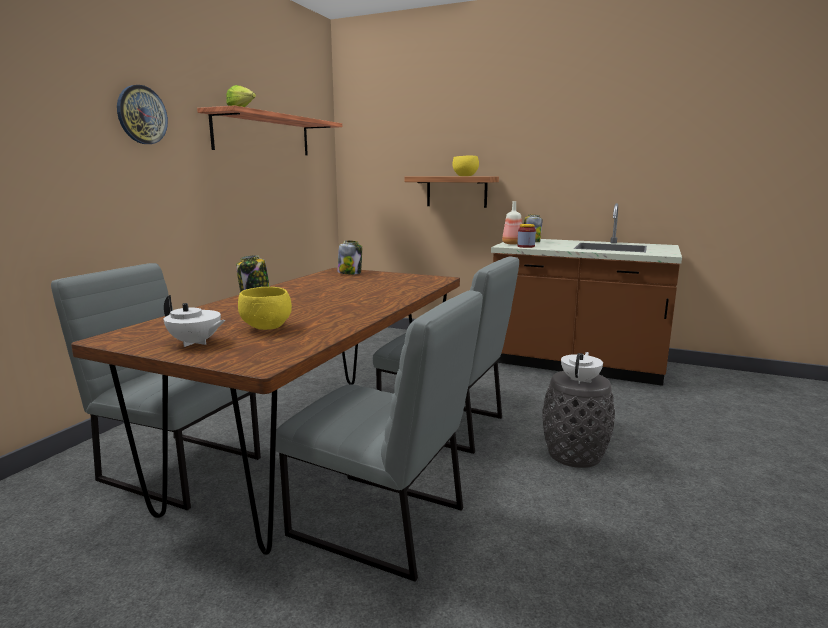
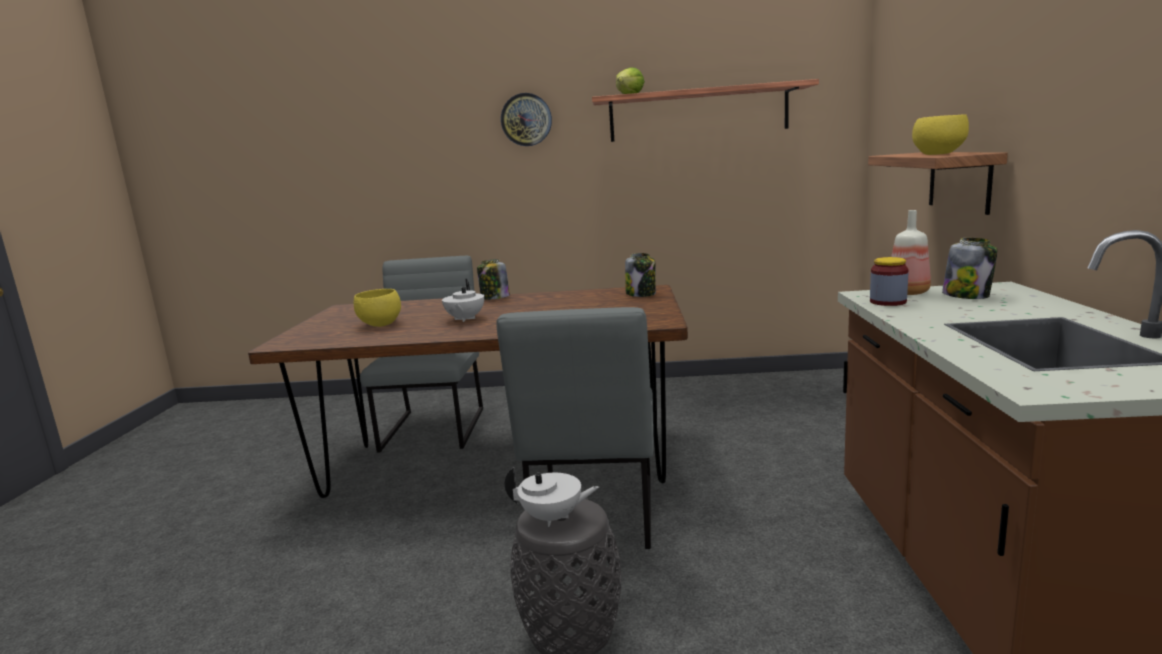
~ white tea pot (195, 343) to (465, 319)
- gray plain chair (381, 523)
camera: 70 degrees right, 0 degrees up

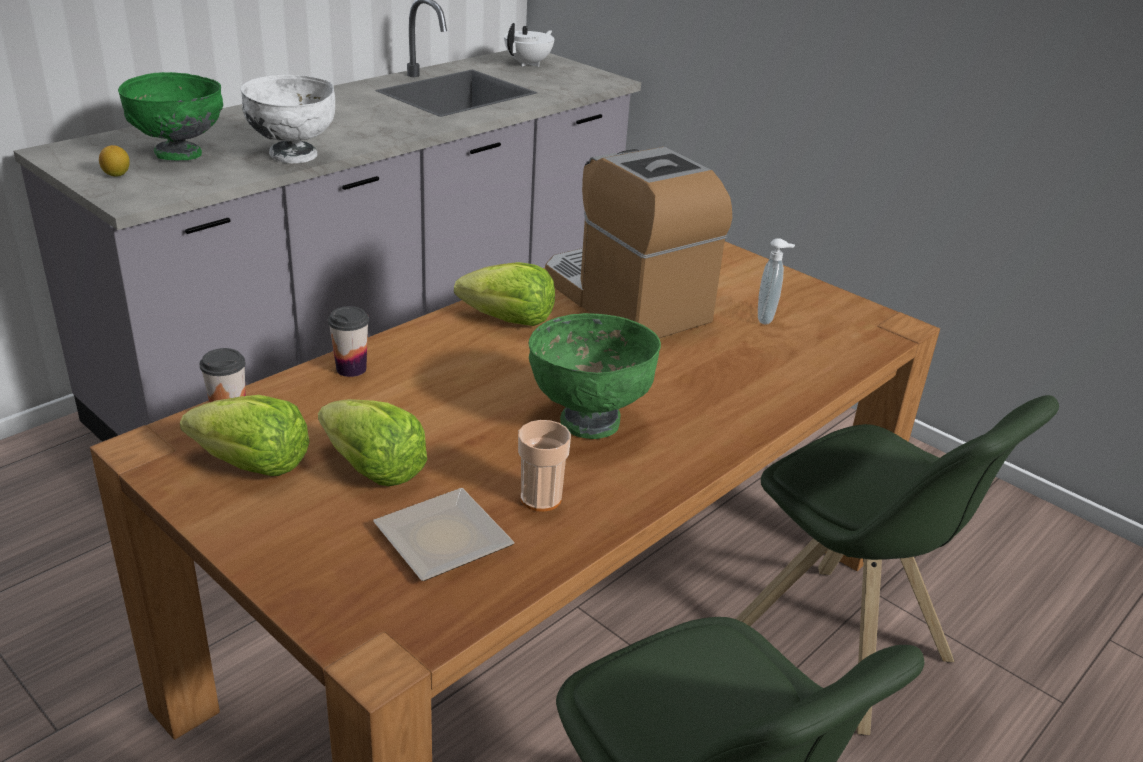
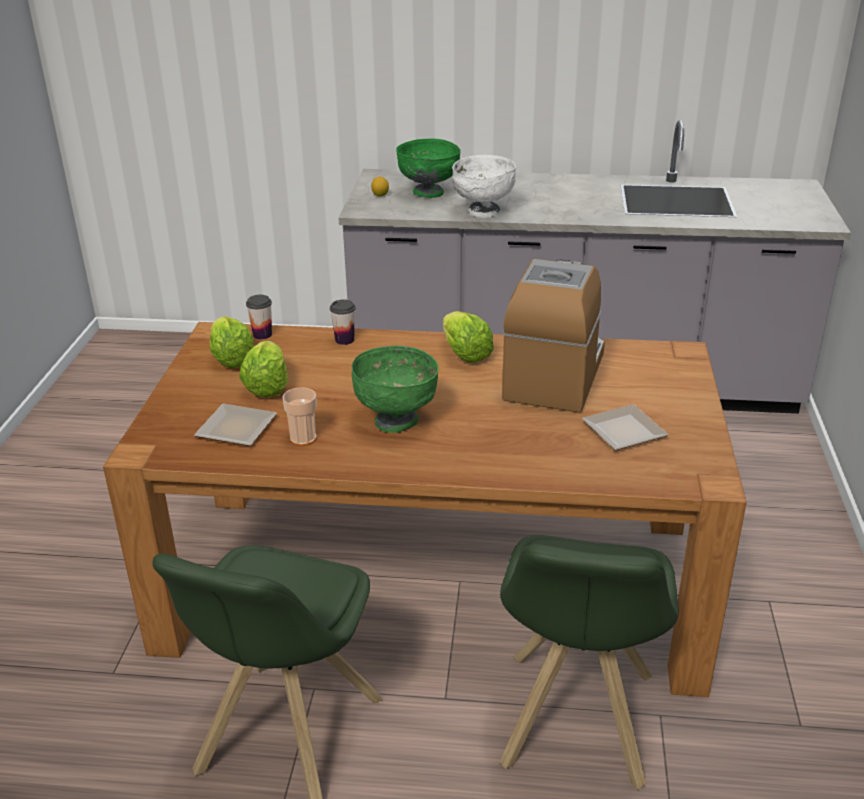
~ soap bottle (767, 318) to dinner plate (624, 429)
- white tea pot (529, 64)
camera: 55 degrees right, 0 degrees up

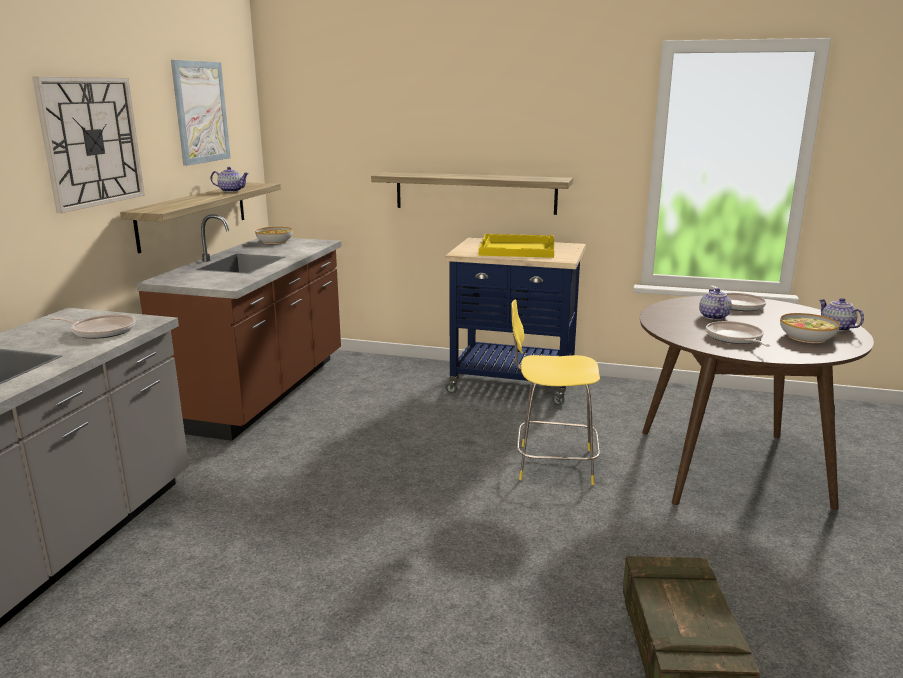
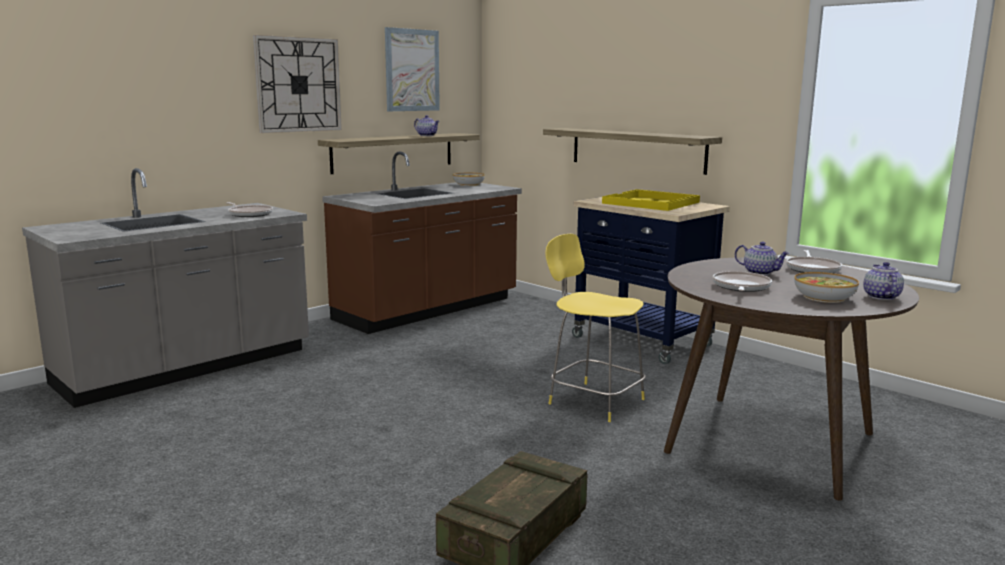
~ tea pot (713, 317) = (760, 272) 90 degrees clockwise
camera: 30 degrees right, 5 degrees down

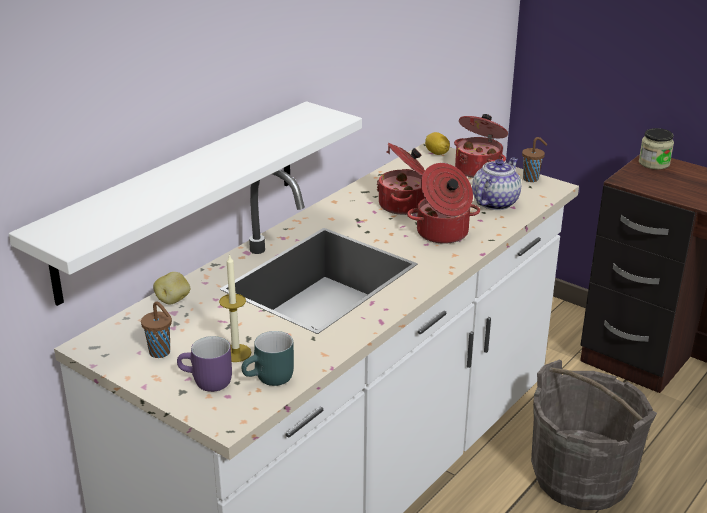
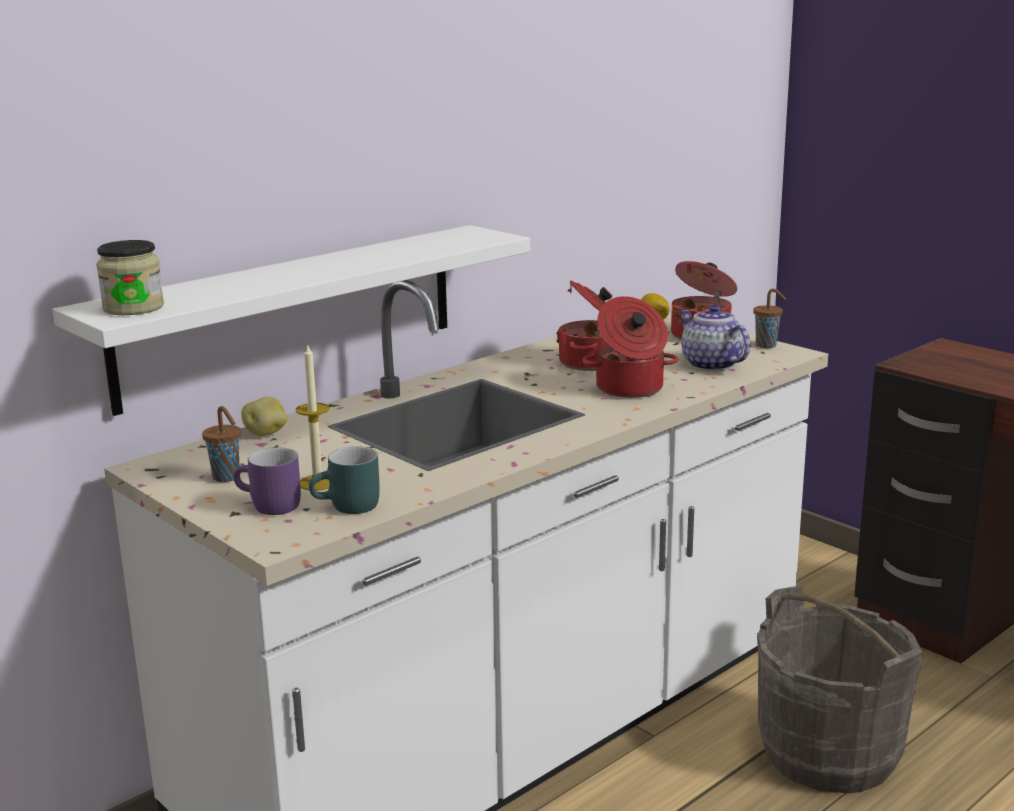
~ storage jar (654, 163) to (133, 308)
~ tea pot (495, 202) = (710, 364) 75 degrees counterclockwise
camera: 10 degrees right, 10 degrees down

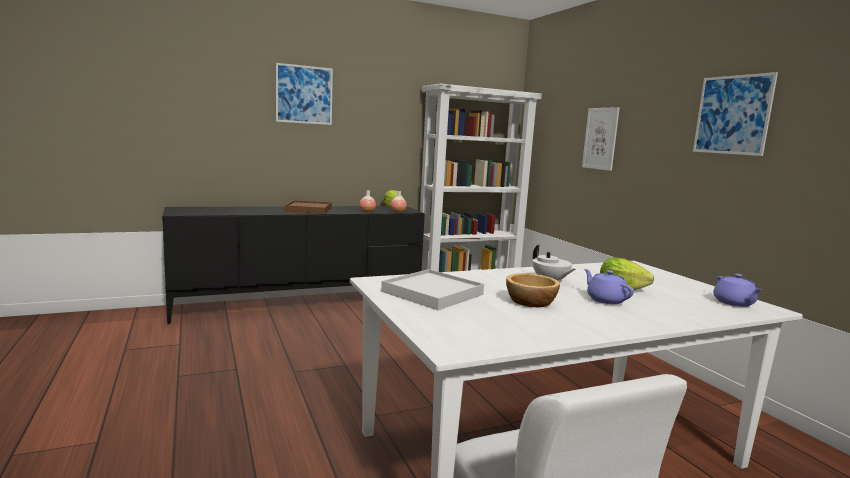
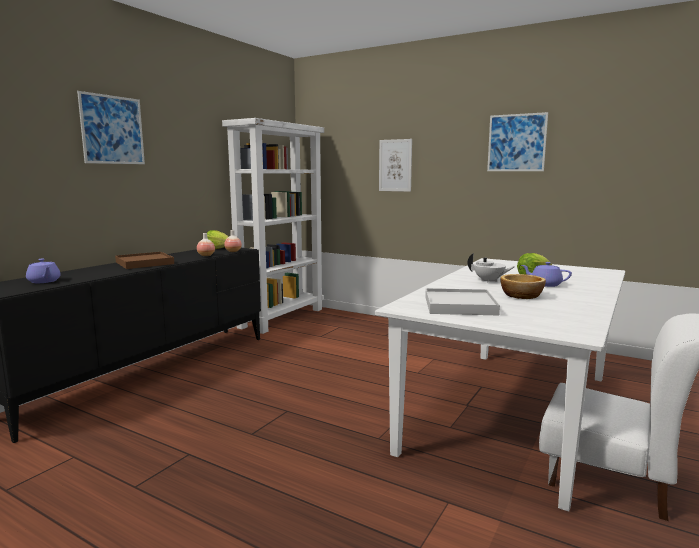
~ purple tea pot (734, 303) to (44, 281)
camera: 35 degrees left, 0 degrees up

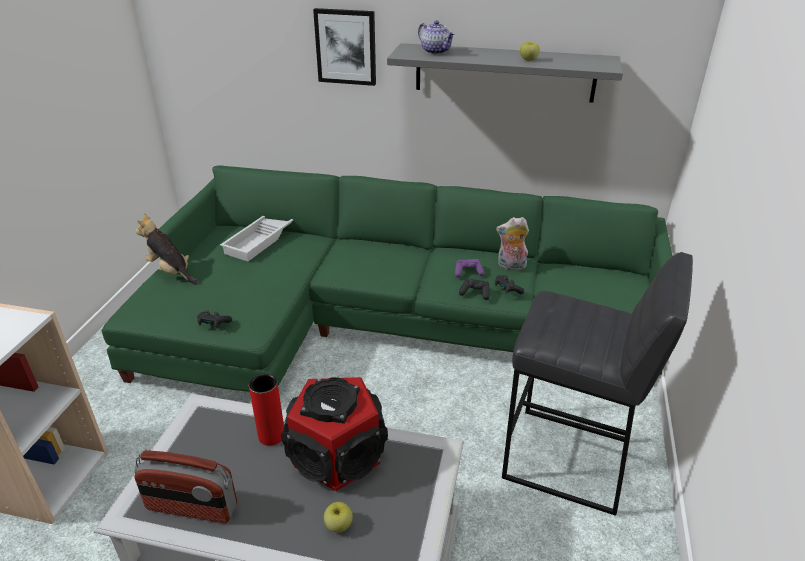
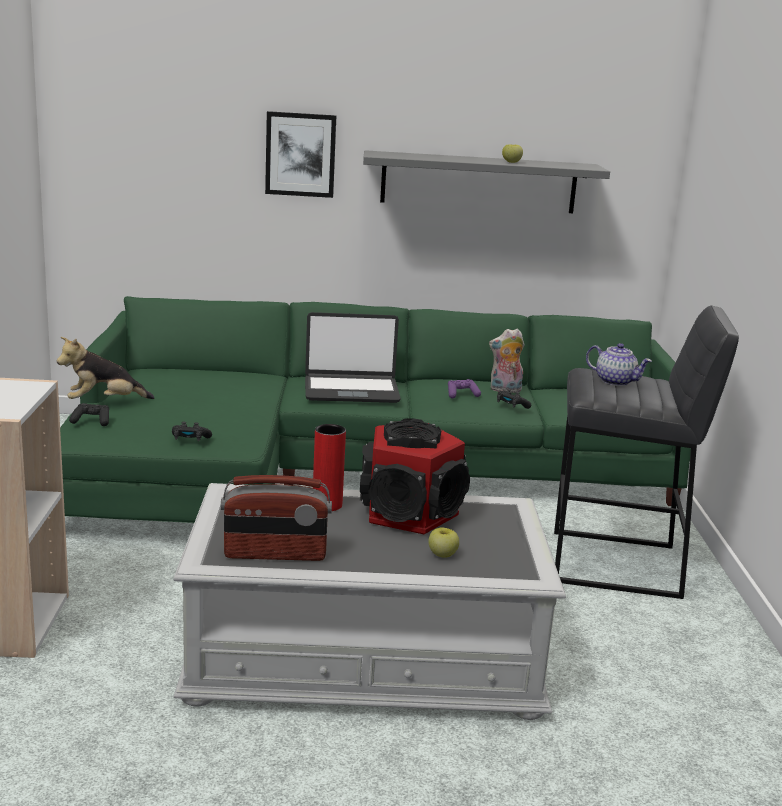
~ soft toy (171, 271) = (104, 402) 45 degrees counterclockwise
~ blackish gamepad (475, 293) to (92, 421)
+ notebook computer (351, 390)
~ tea pot (436, 51) to (615, 381)
- white serving tray (261, 240)
camera: 15 degrees left, 15 degrees down

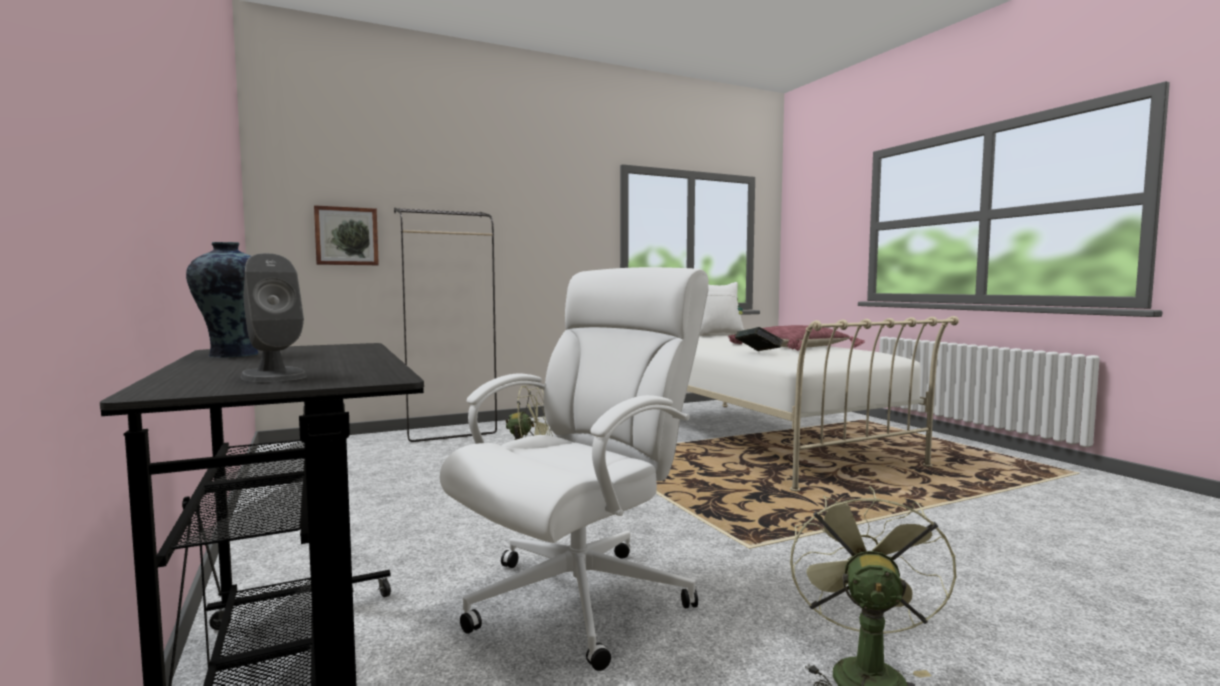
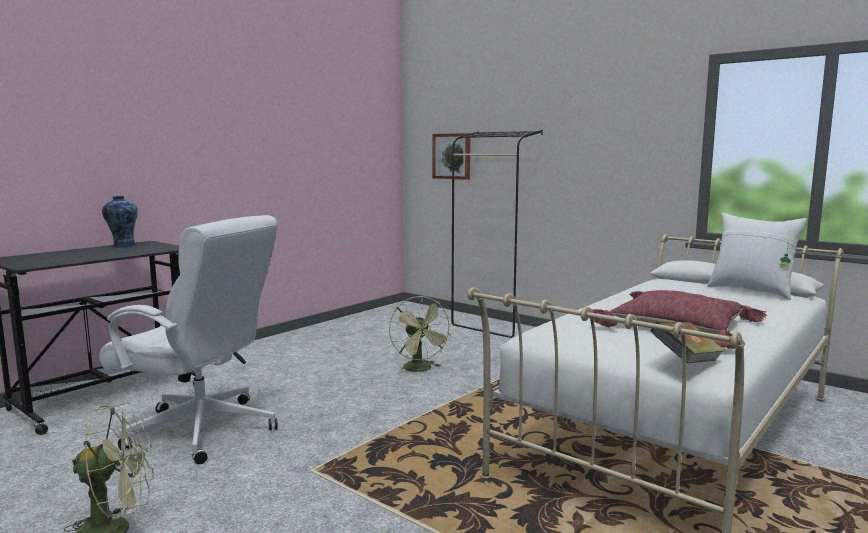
~ bound book (758, 353) to (686, 363)
- gray loudspeaker (273, 376)
camera: 65 degrees right, 5 degrees up

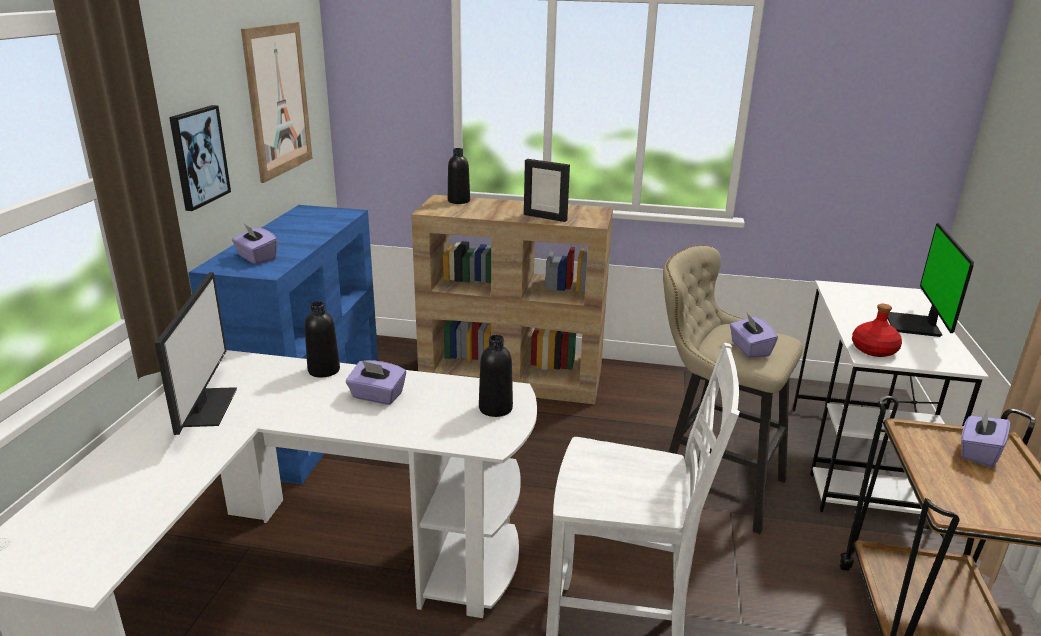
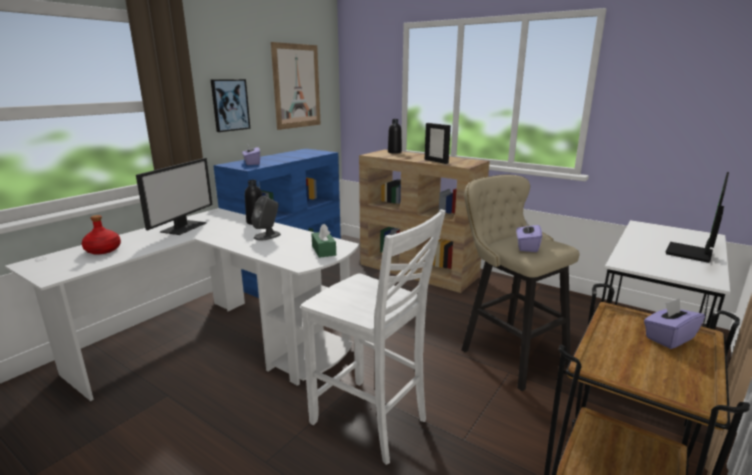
~ red bottle (874, 350) to (103, 250)
~ purple tissue box (377, 396) to gray loudspeaker (267, 236)
~ blackish bottle (495, 408) to greenish tissue box (323, 250)
camera: 25 degrees right, 5 degrees down

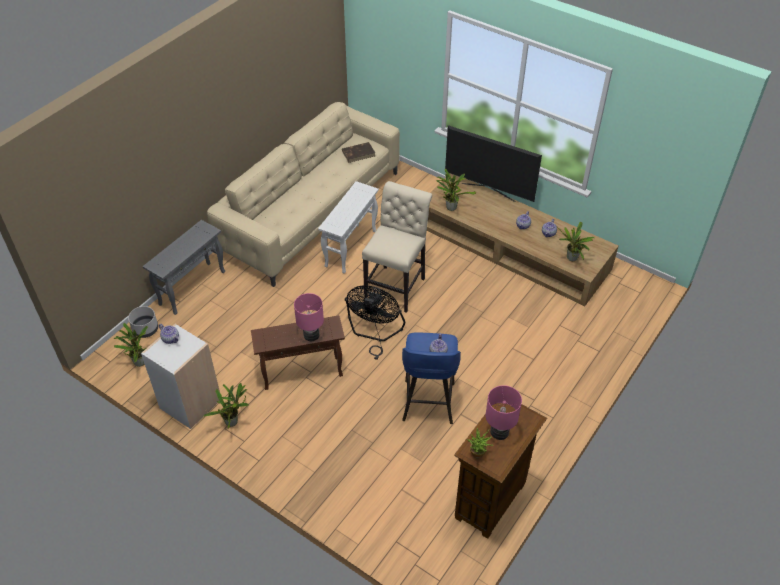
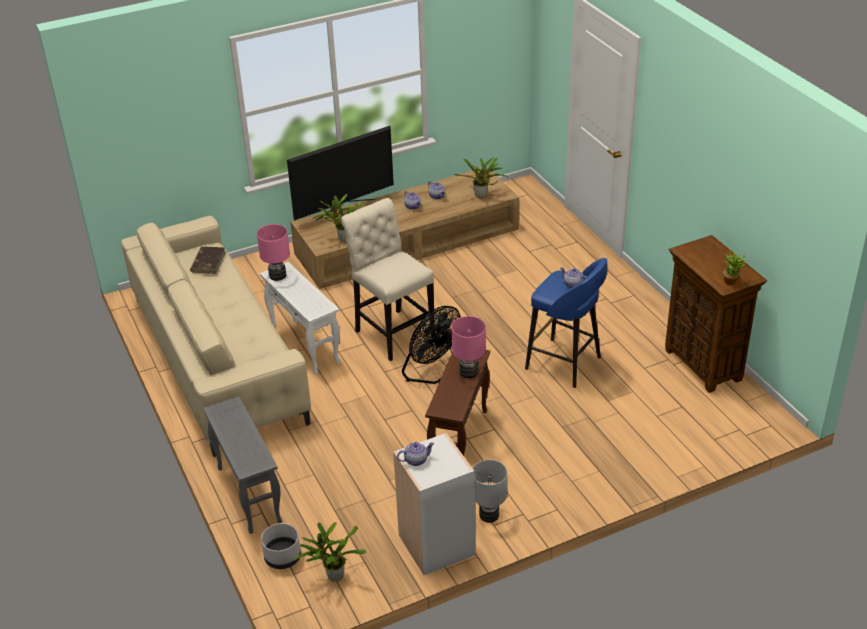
~ pink table lamp (499, 432) to (277, 275)
~ plant in a pot (233, 421) to gray table lamp (489, 515)
camera: 60 degrees left, 10 degrees down

